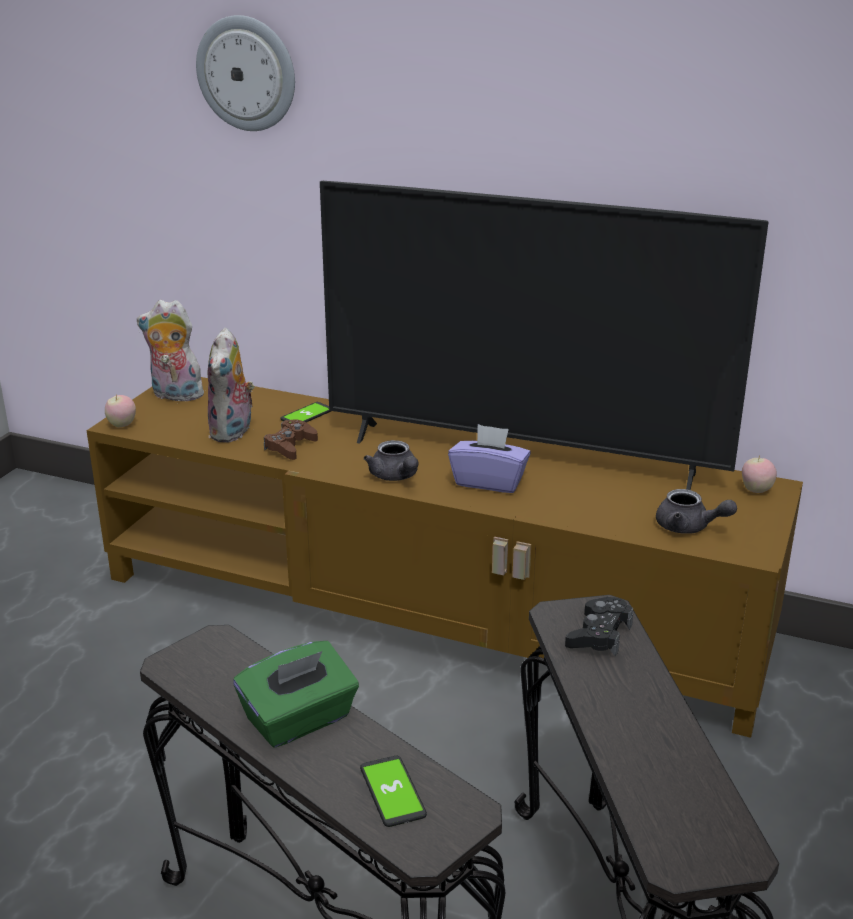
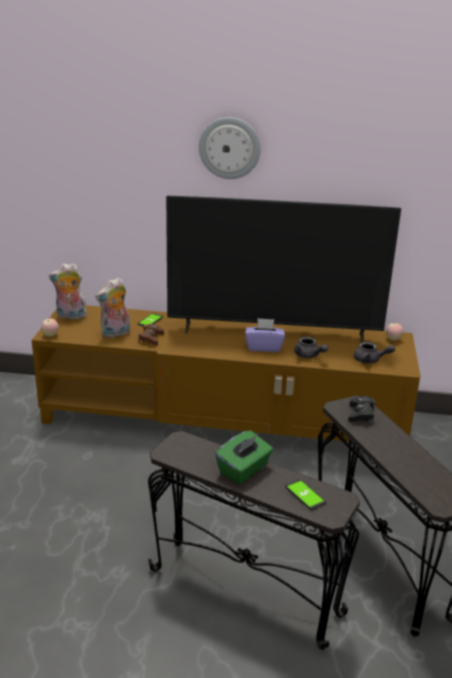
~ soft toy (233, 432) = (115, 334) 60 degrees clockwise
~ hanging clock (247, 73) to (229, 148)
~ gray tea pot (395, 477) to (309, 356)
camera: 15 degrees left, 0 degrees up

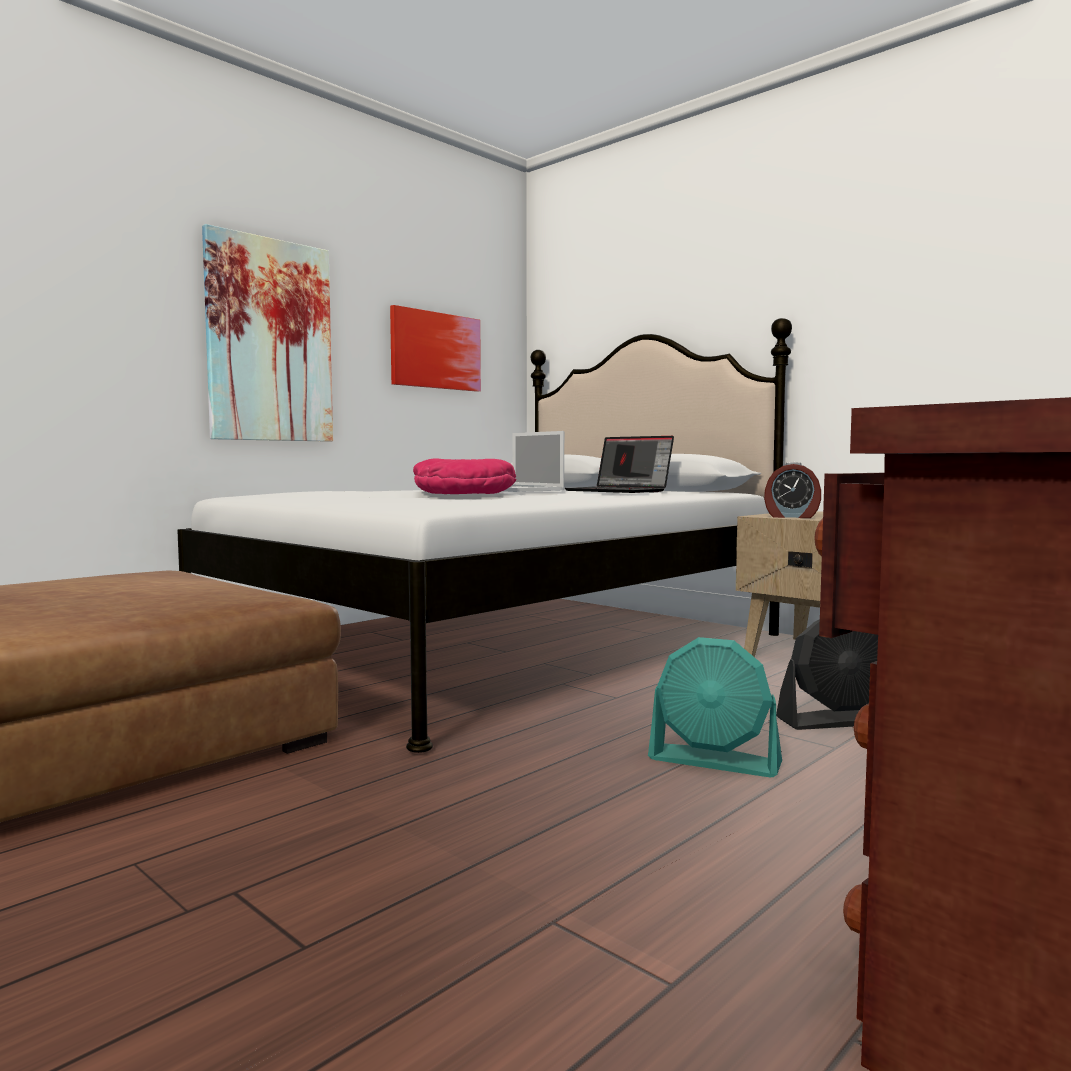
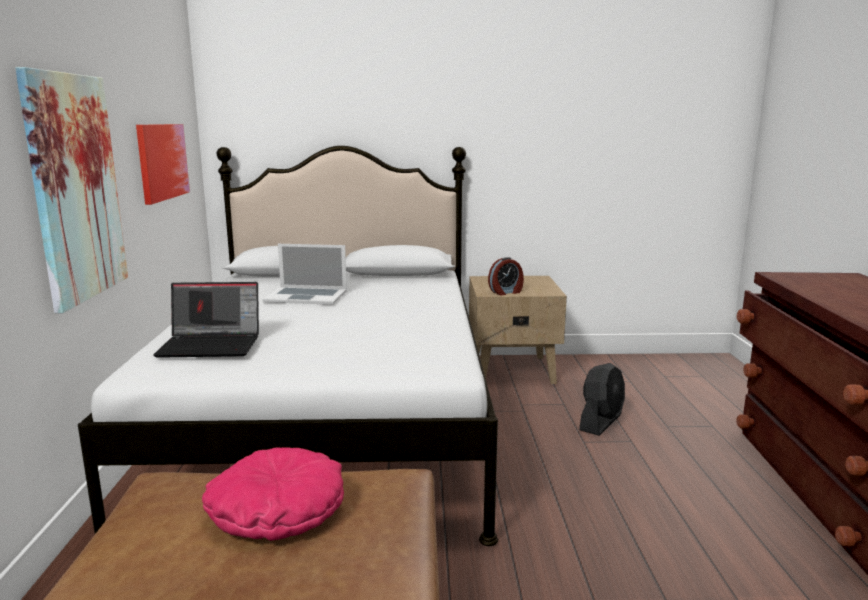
~ notebook computer (620, 491) to (212, 345)
~ pink cushion (465, 493) to (279, 512)
- blue-green cooling fan (715, 761)
camera: 45 degrees left, 10 degrees up

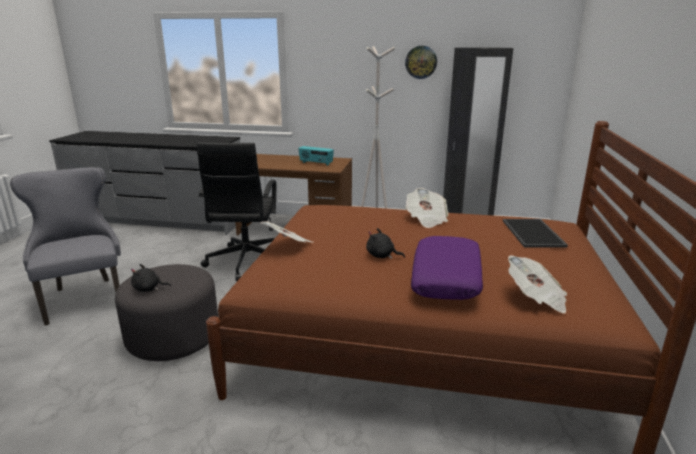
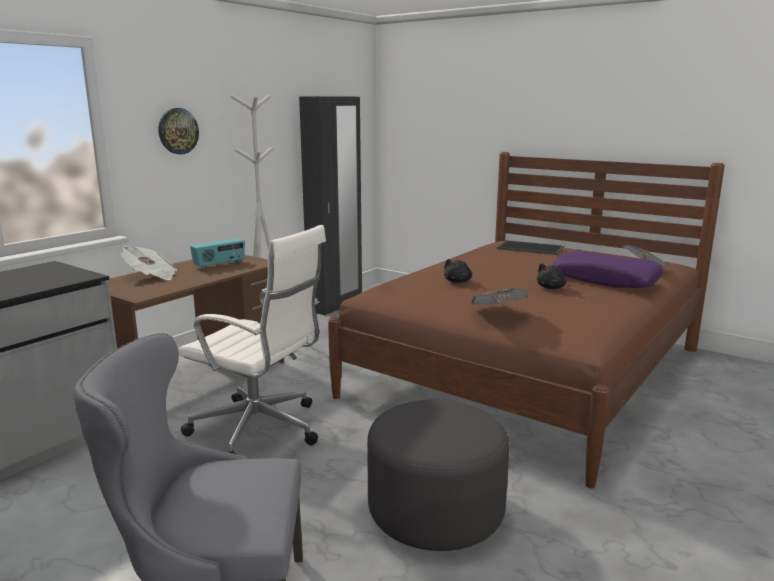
~ daily paper (426, 219) to (151, 276)
~ hanging clock (421, 62) to (178, 131)
~ blackish office chair (246, 263) to white office chair (260, 430)
~ blackish soft toy (149, 289) to (458, 281)
camera: 65 degrees left, 5 degrees down

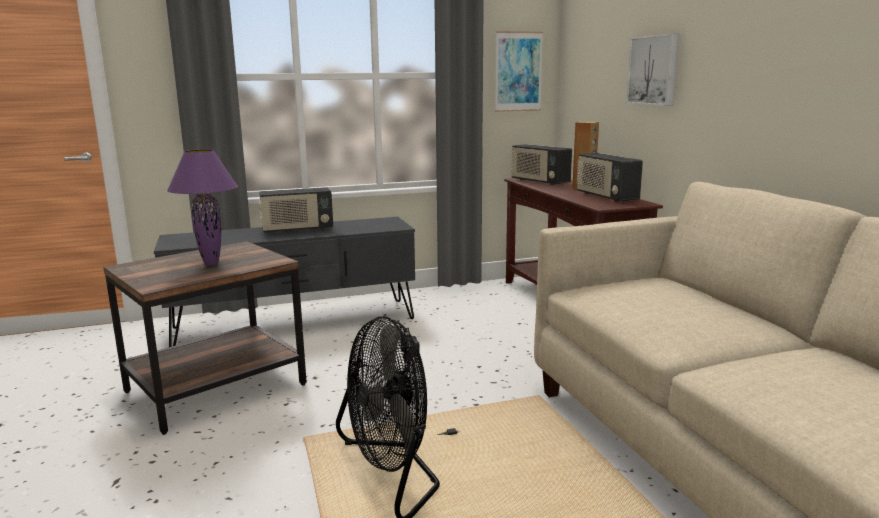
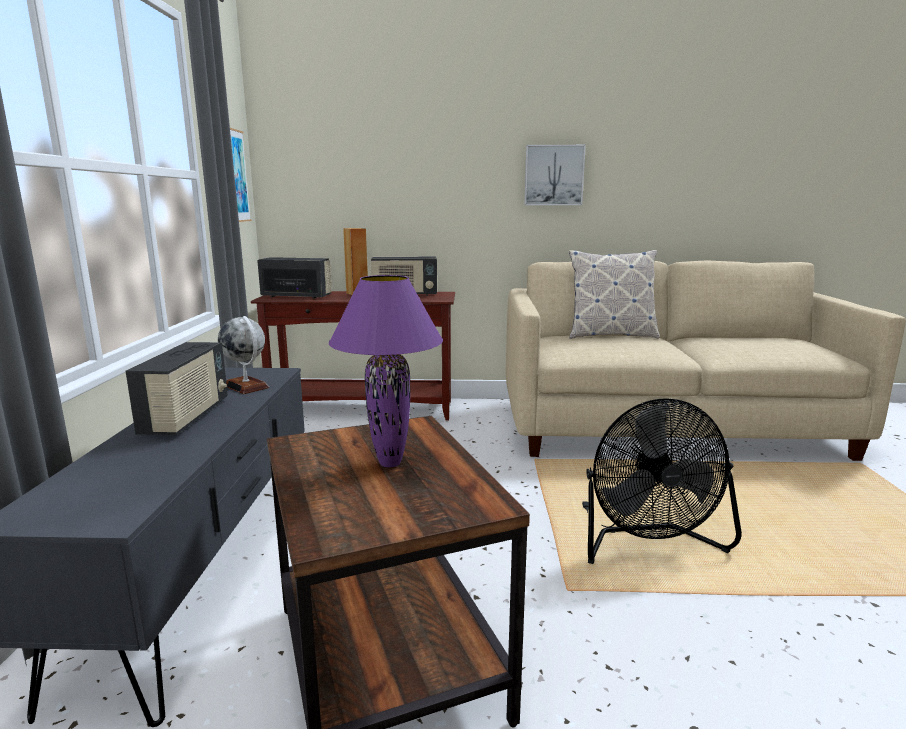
+ world globe (246, 386)
~ radio receiver (539, 182) = (297, 296) 150 degrees counterclockwise
~ wall picture (654, 70) to (553, 175)
+ cushion (610, 335)
camera: 70 degrees left, 0 degrees up

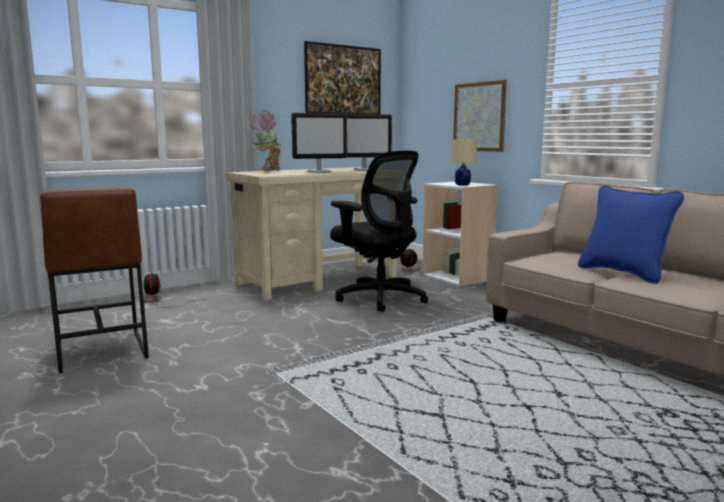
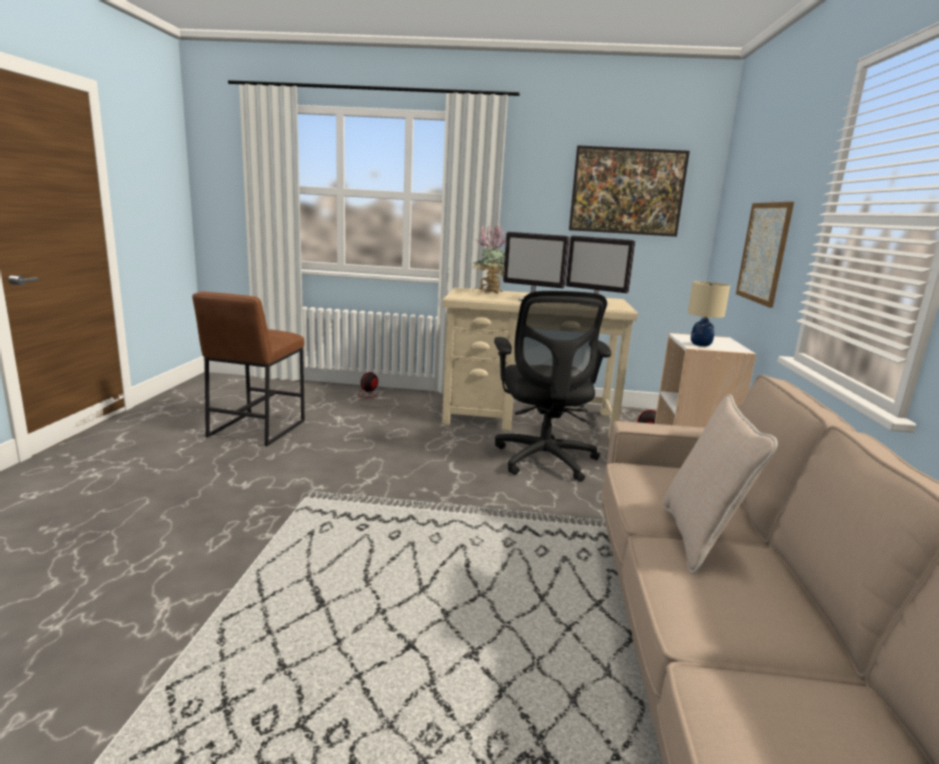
~ blue-coloured cushion (623, 273) to beige cushion (699, 538)
camera: 40 degrees right, 5 degrees up

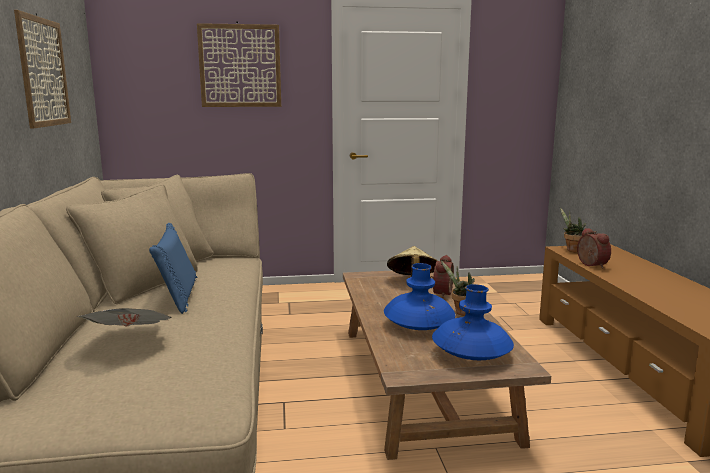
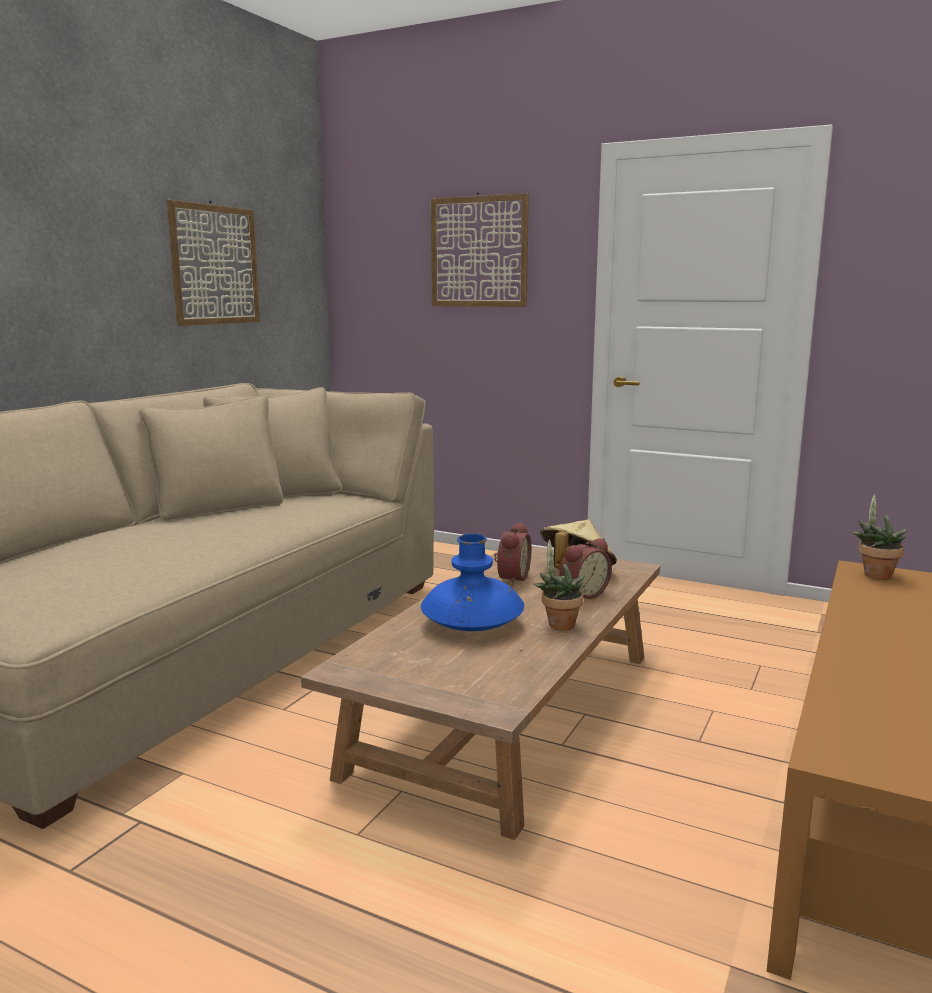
~ bedside clock (590, 265) to (511, 578)
- daily paper (130, 340)
- blue-coloured cushion (178, 295)
- blue-coloured vase (471, 354)
camera: 35 degrees right, 0 degrees up

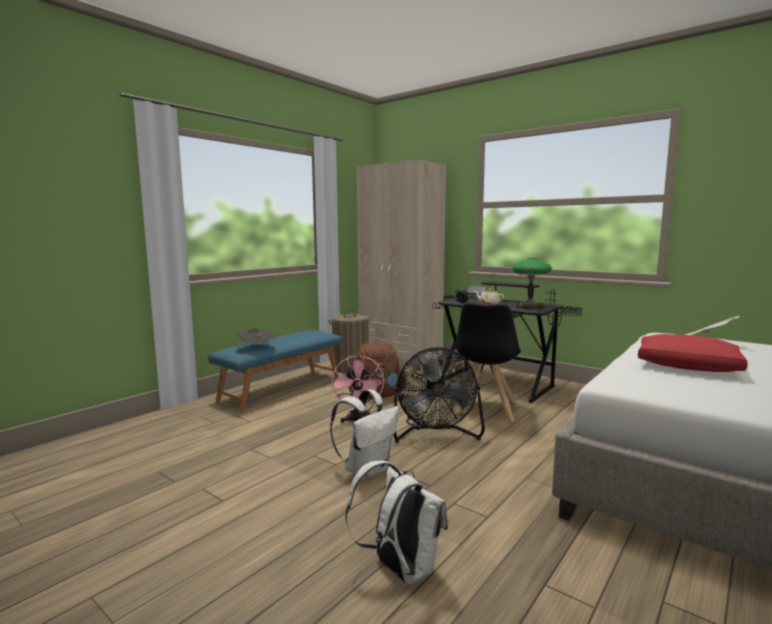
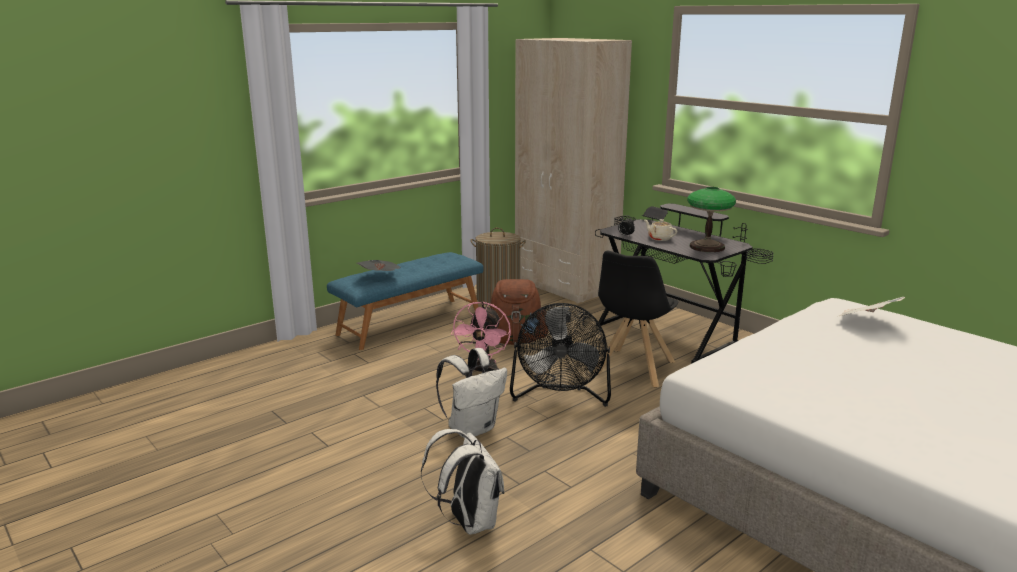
- red cushion (686, 366)
camera: 10 degrees right, 10 degrees up

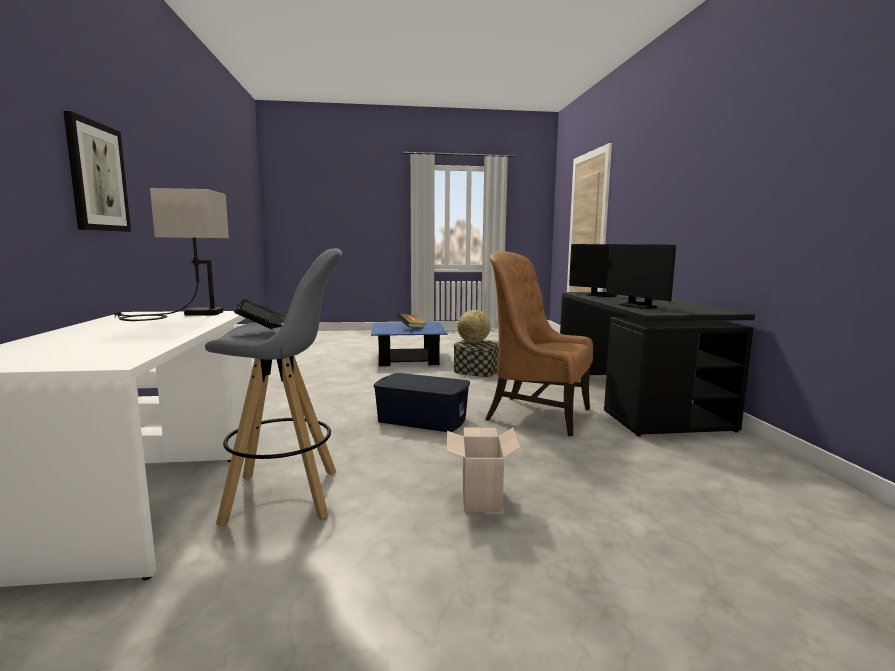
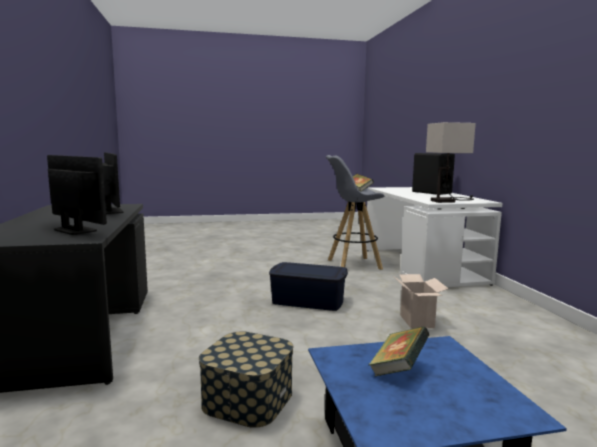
~ carton (479, 498) to (418, 321)
+ blackish loudspeaker (431, 192)
- wall picture (97, 177)
- world globe (473, 342)
- brown plain chair (536, 414)
camera: 175 degrees right, 0 degrees up

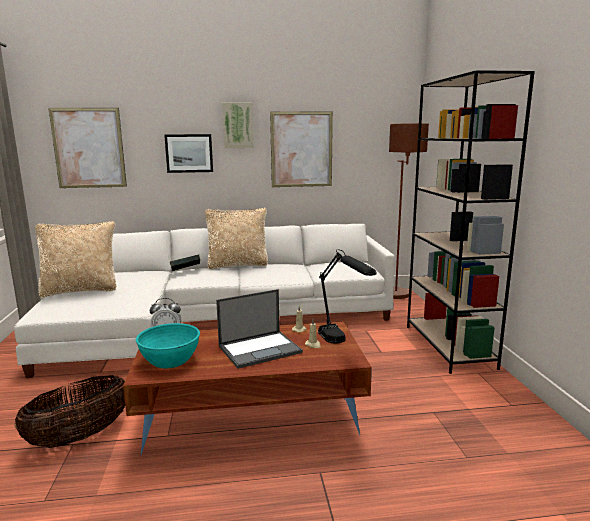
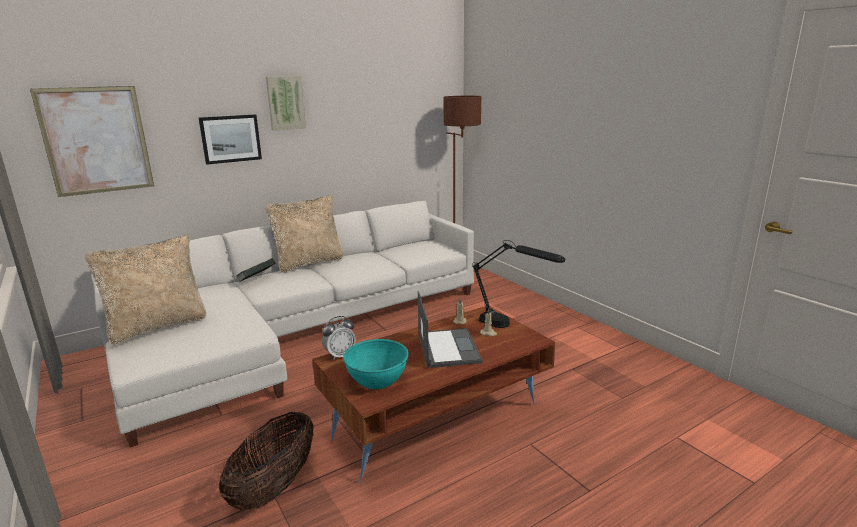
~ notebook computer (260, 349) = (448, 348) 45 degrees counterclockwise
- wall picture (301, 149)
- beige shelving unit (449, 346)
camera: 25 degrees left, 5 degrees up

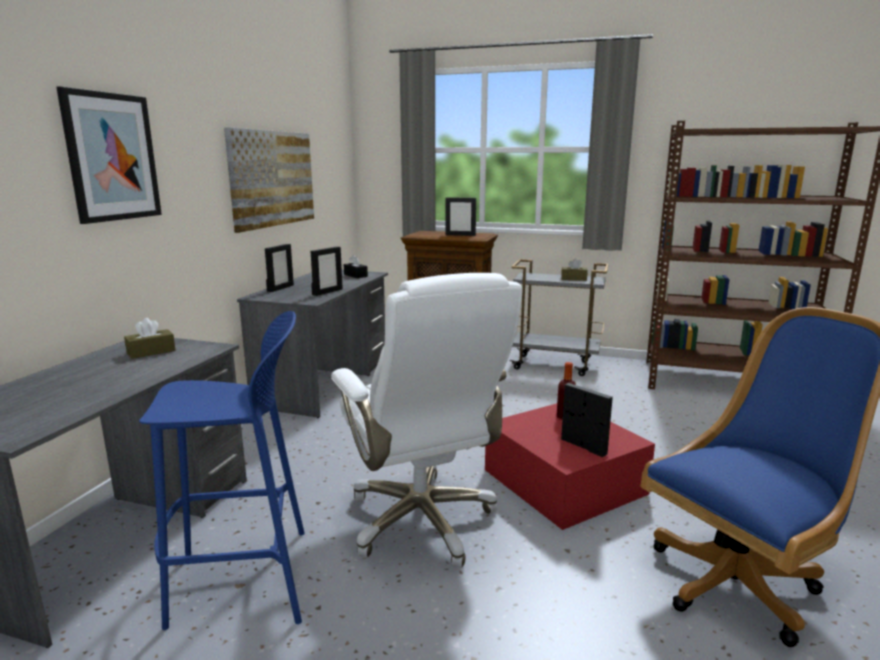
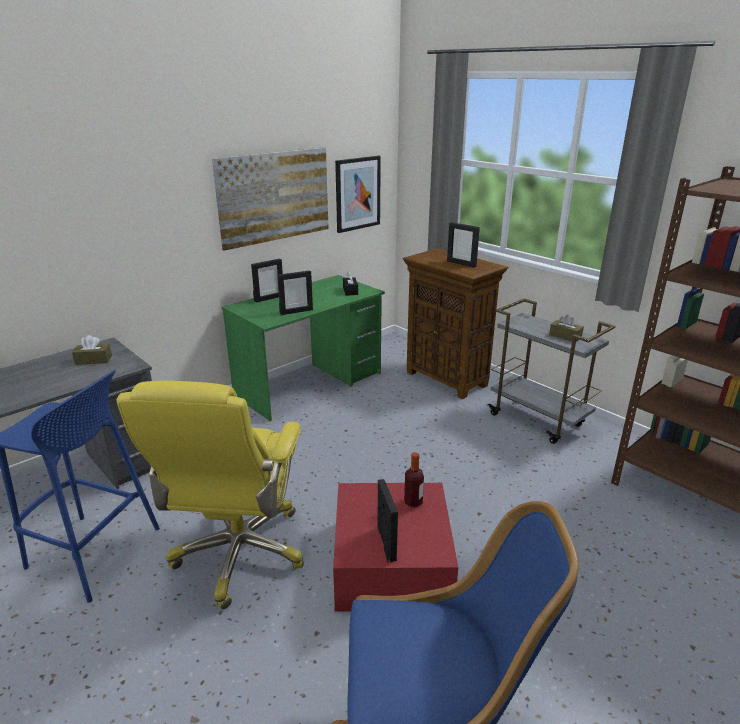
~ white office chair (421, 524) to yellow office chair (238, 556)
~ gray desk (325, 383) to greenish desk (309, 384)
~ wall picture (112, 157) to (357, 193)
camera: 30 degrees right, 10 degrees up

